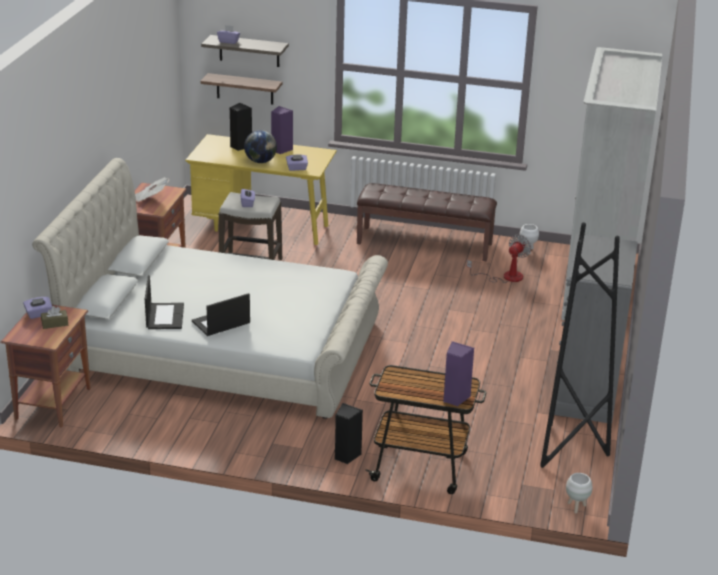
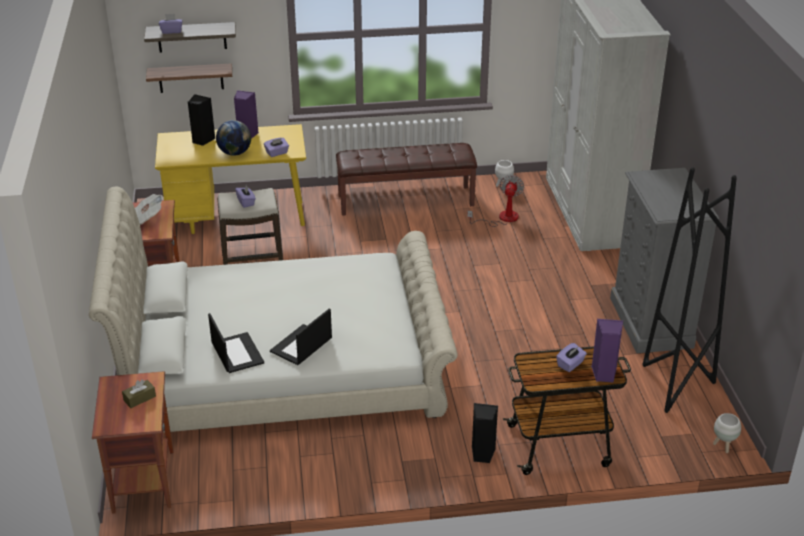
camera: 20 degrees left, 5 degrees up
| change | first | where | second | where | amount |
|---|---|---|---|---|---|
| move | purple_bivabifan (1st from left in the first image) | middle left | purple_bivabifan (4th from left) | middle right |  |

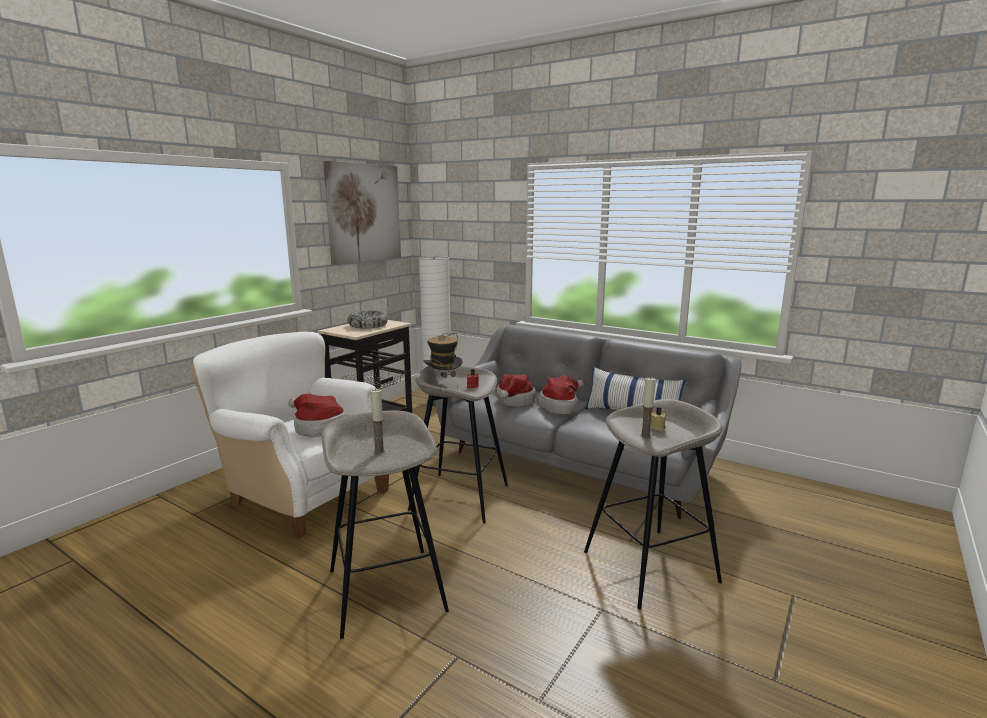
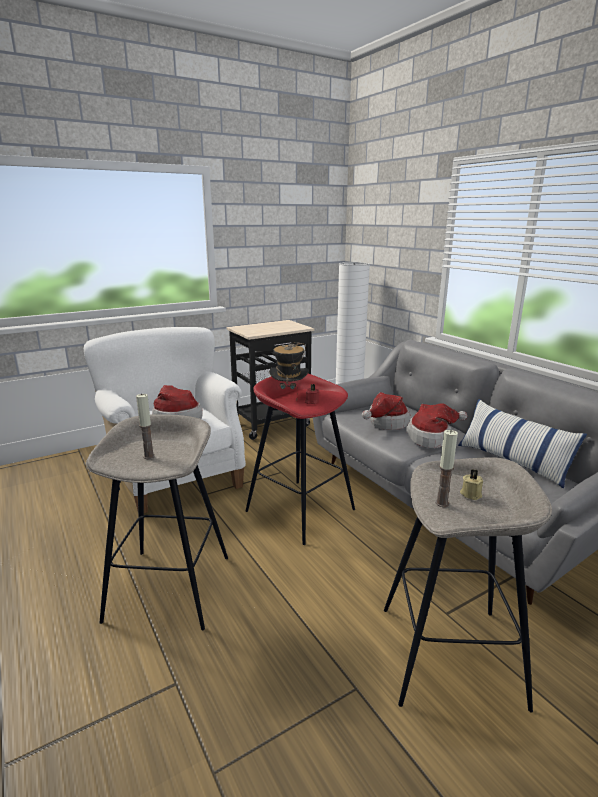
camera: 25 degrees right, 5 degrees up
| change | first | where | second | where | amount |
|---|---|---|---|---|---|
| recolor | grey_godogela (2nd from left) | centre | red_godogela | centre |  |
| delete | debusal | top centre |  |  |  |
| delete | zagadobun | centre |  |  |  |

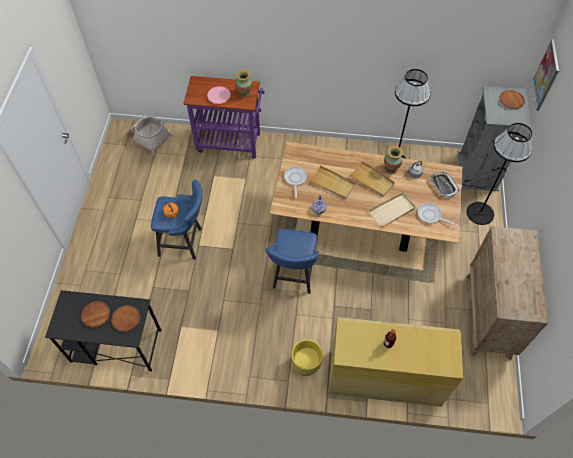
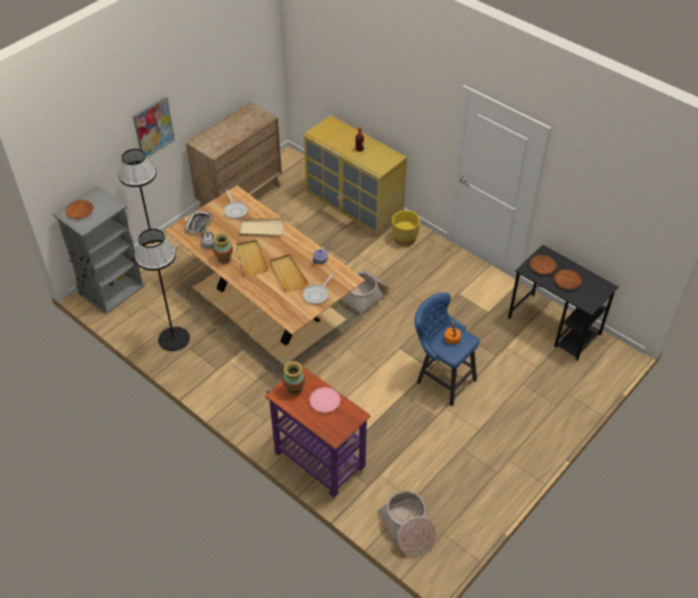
camera: 145 degrees left, 10 degrees down
| change | first | where | second | where | amount |
|---|---|---|---|---|---|
| move | debusal | top right |  | top left |  |
| replace | blue_godogela (2nd from left) | centre | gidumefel (1st from left) | centre |  |

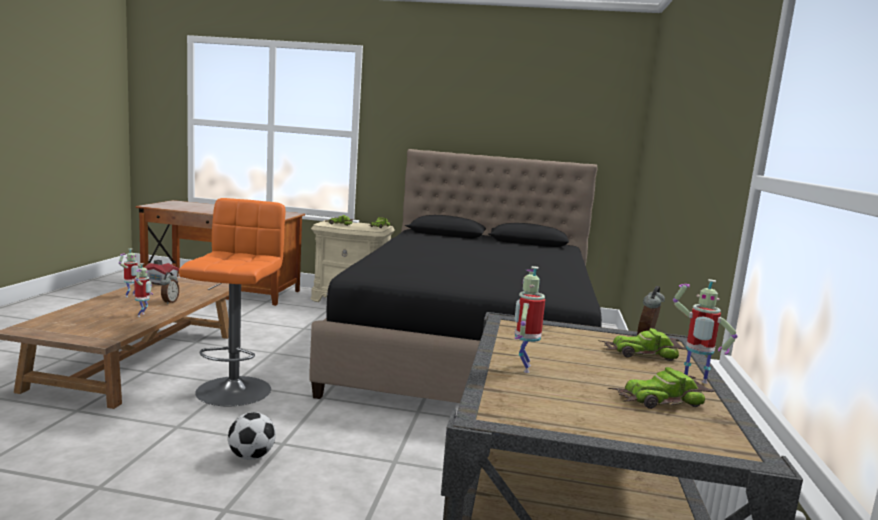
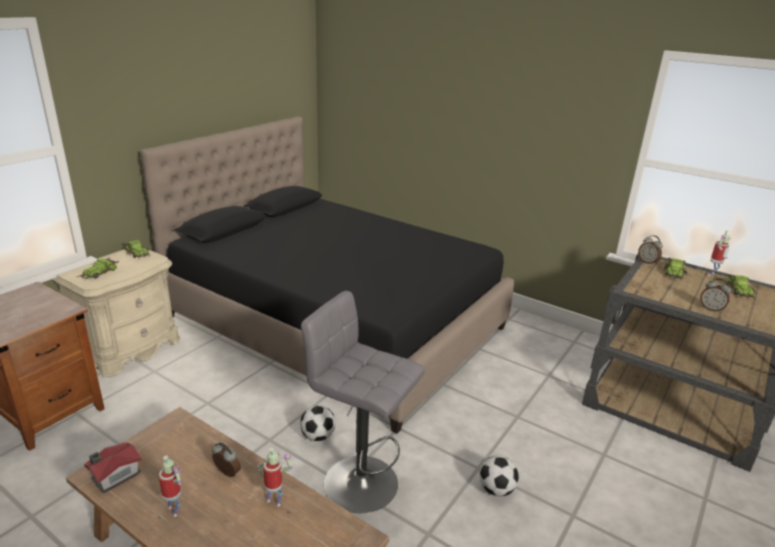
camera: 65 degrees left, 15 degrees up
| change | first | where | second | where | amount |
|---|---|---|---|---|---|
| insert |  |  | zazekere (1st from left) | bottom centre |  |
| recolor | orange_godogela | middle left | grey_godogela | bottom centre |  |
| replace | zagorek (3rd from left) | centre | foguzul (3rd from left) | middle right |  |

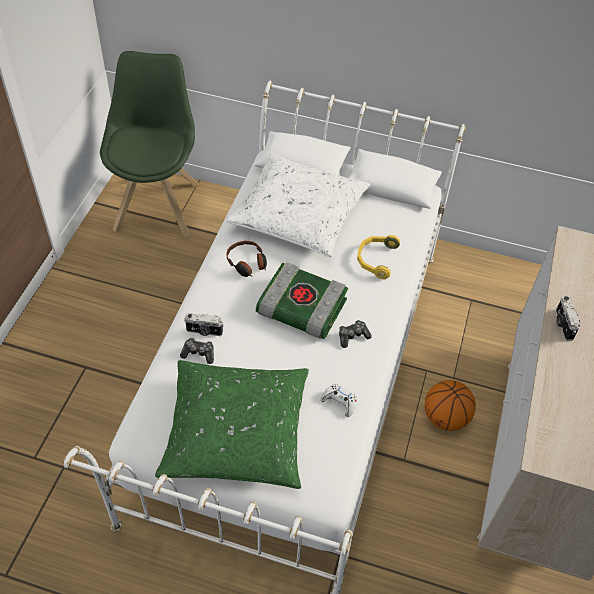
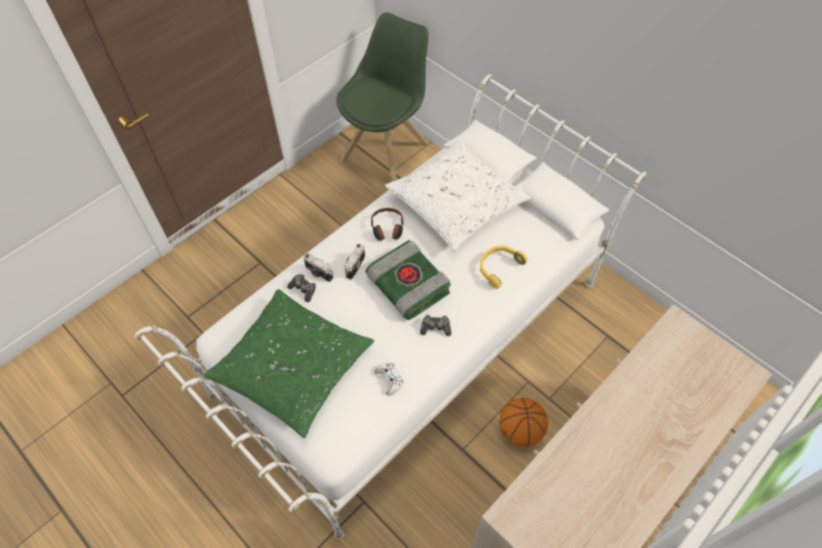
camera: 30 degrees right, 5 degrees up
| change | first | where | second | where | amount |
|---|---|---|---|---|---|
| move | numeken (2nd from left) | middle right |  | centre |  |

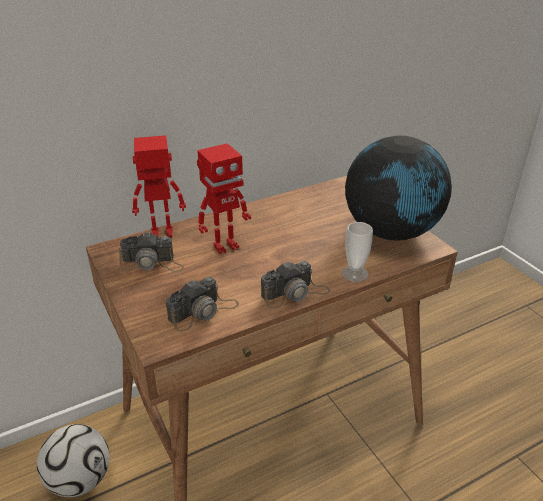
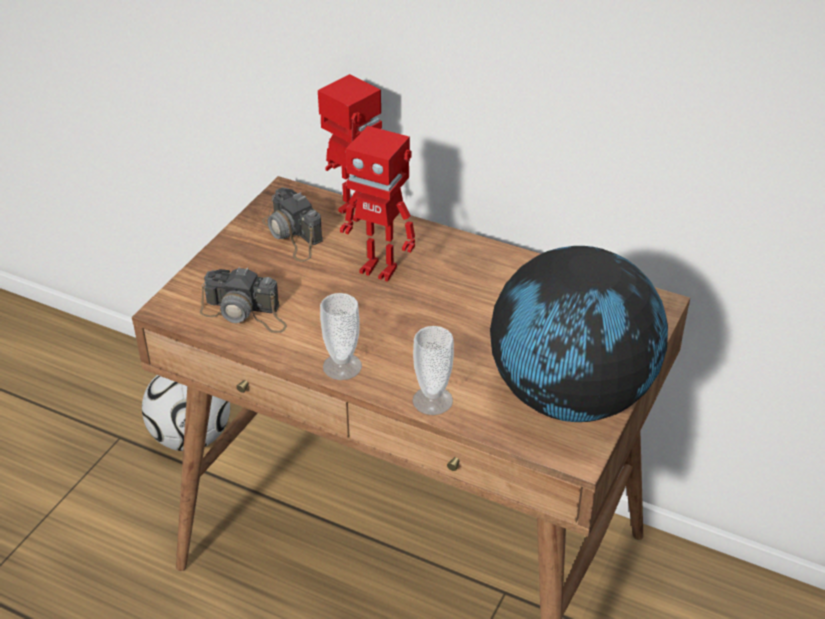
camera: 55 degrees right, 5 degrees up
| change | first | where | second | where | amount |
|---|---|---|---|---|---|
| replace | numeken (3rd from left) | centre | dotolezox (1st from left) | centre |  |

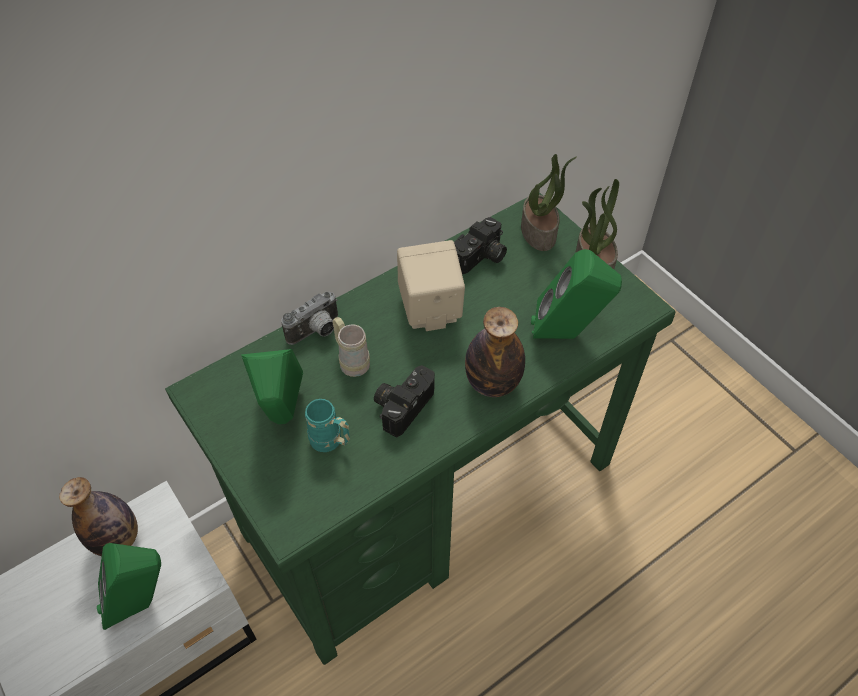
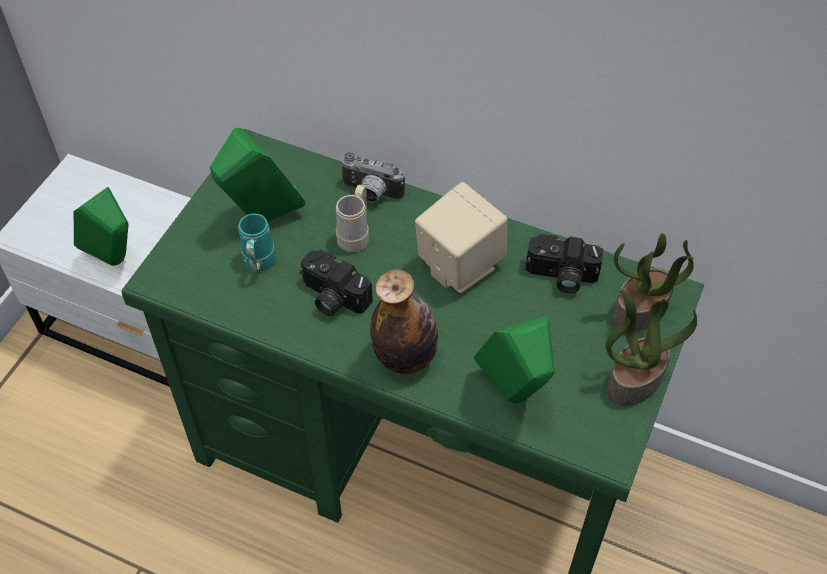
camera: 60 degrees right, 0 degrees up
| change | first | where | second | where | amount |
|---|---|---|---|---|---|
| rotate | numeken (2nd from left in the first image) | centre | numeken (1st from left) | centre | 150 degrees counterclockwise |
| delete | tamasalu (1st from left) | bottom left |  |  |  |

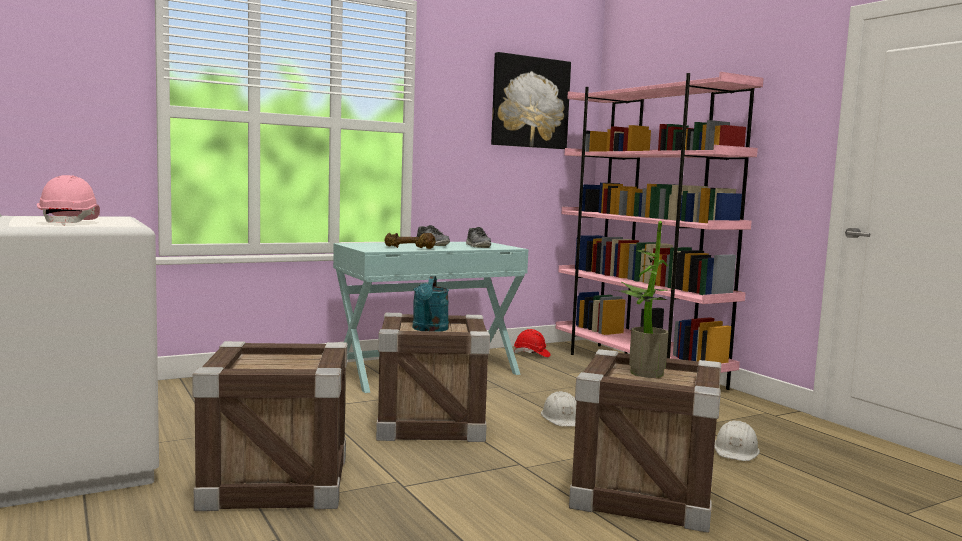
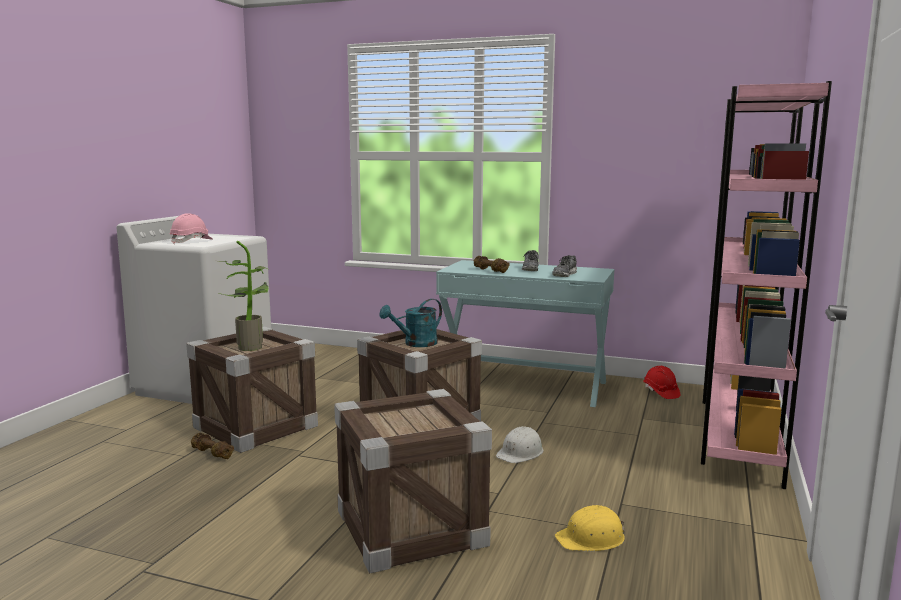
camera: 50 degrees right, 5 degrees up
| change | first | where | second | where | amount |
|---|---|---|---|---|---|
| insert |  |  | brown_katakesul (1st from left) | bottom left |  |
| move | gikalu | middle right |  | middle left |  |
| recolor | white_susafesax (2nd from left) | bottom right | yellow_susafesax | bottom centre |  |
| delete | debusal | top centre |  |  |  |

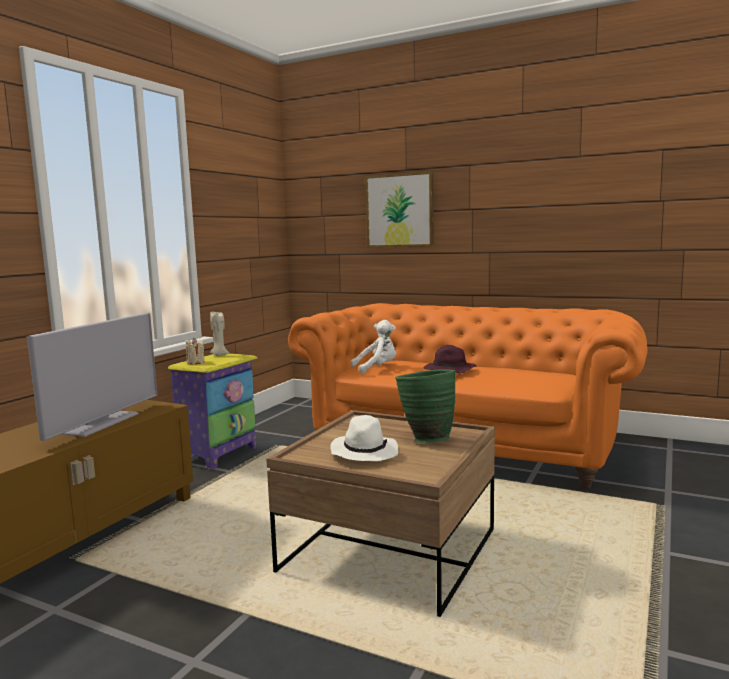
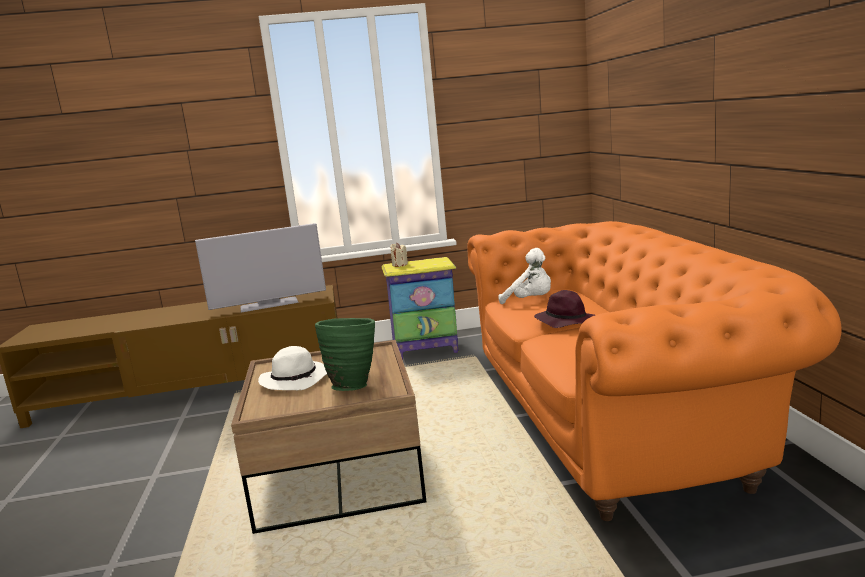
camera: 55 degrees right, 5 degrees up
| change | first | where | second | where | amount |
|---|---|---|---|---|---|
| delete | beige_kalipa (2nd from left) | middle left |  |  |  |
| delete | debusal | top centre |  |  |  |

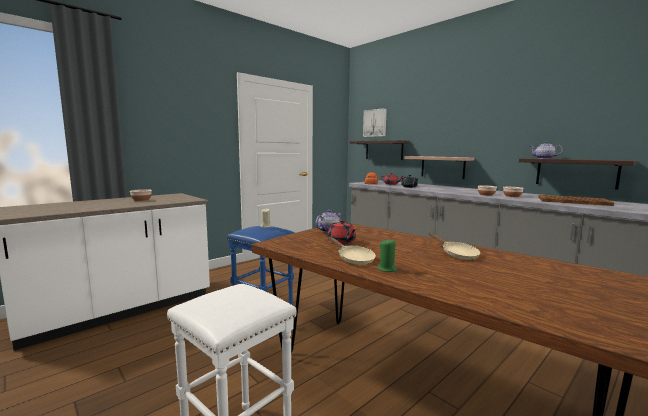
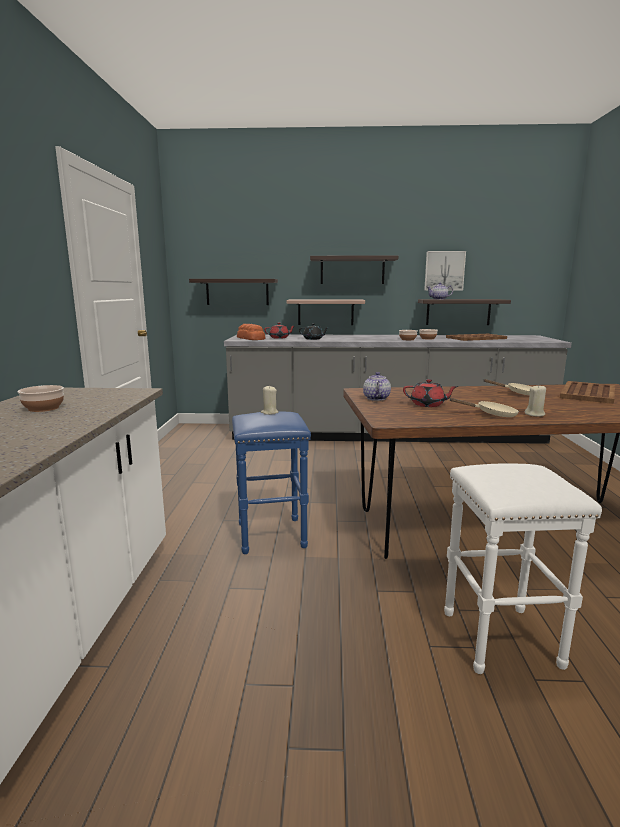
camera: 45 degrees left, 5 degrees up
| change | first | where | second | where | amount |
|---|---|---|---|---|---|
| insert |  |  | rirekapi (3rd from left) | top centre |  |
| move | debusal | top centre |  | top right |  |
| recolor | green_kalipa | centre | beige_kalipa (2nd from left) | middle right |  |
| insert |  |  | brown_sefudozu (2nd from left) | middle right |  |

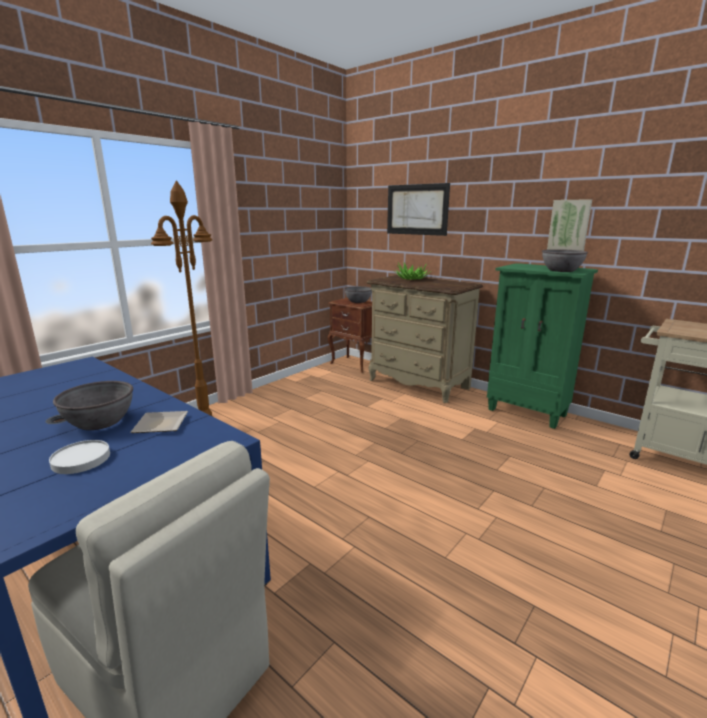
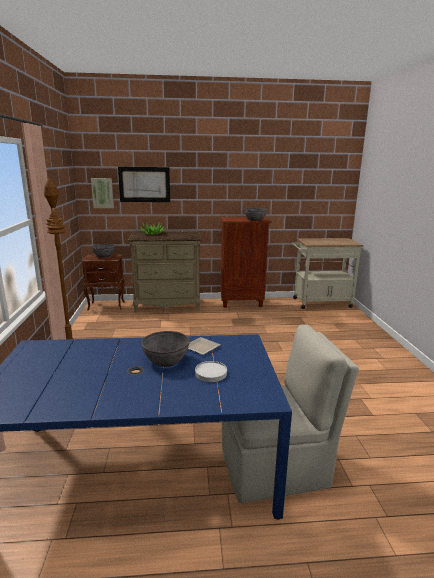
camera: 45 degrees left, 0 degrees up
| change | first | where | second | where | amount |
|---|---|---|---|---|---|
| move | debusal (2nd from left in the first image) | top right | debusal (1st from left) | middle left |  |
| recolor | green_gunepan | middle right | brown_gunepan | centre |  |

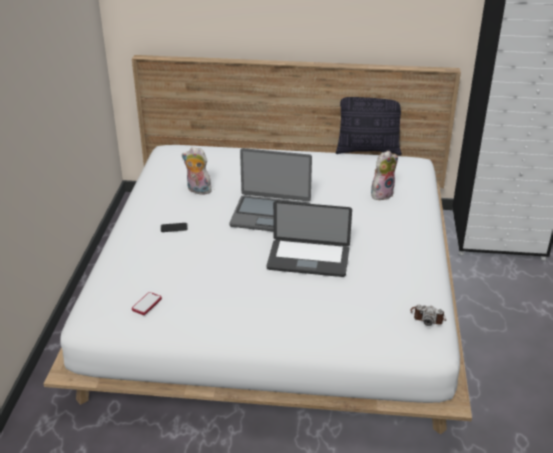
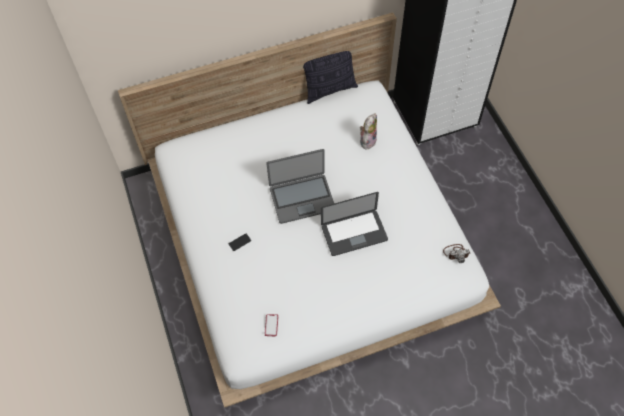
camera: 25 degrees left, 25 degrees up
| change | first | where | second | where | amount |
|---|---|---|---|---|---|
| delete | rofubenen (1st from left) | centre |  |  |  |

